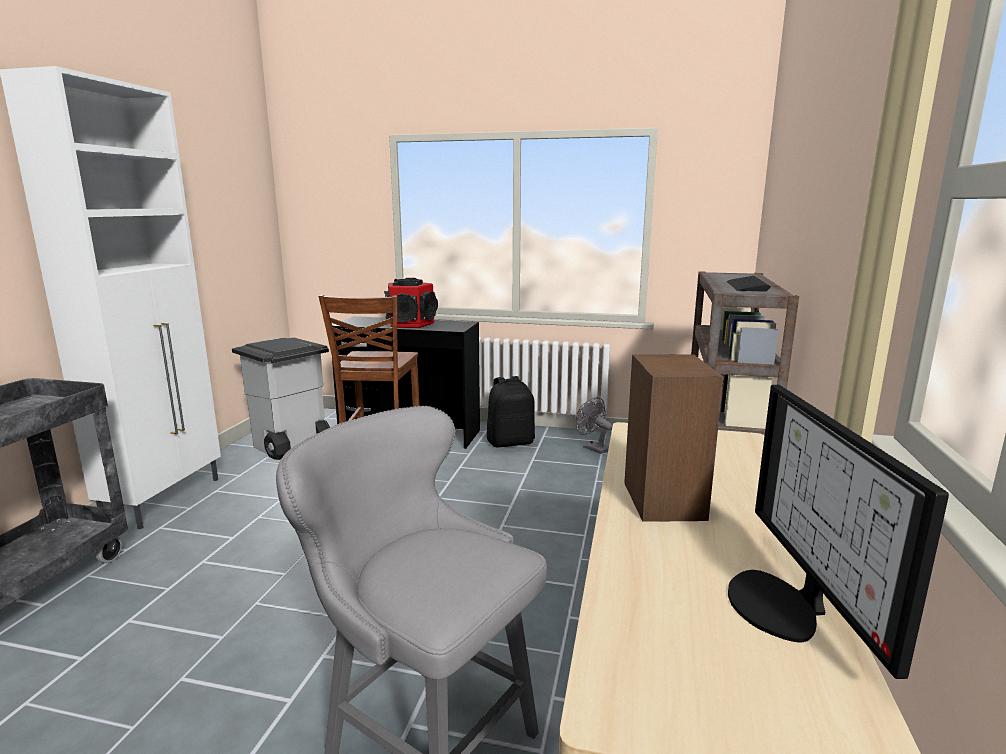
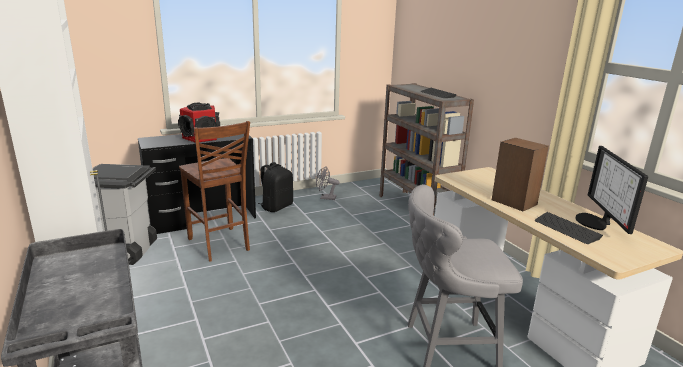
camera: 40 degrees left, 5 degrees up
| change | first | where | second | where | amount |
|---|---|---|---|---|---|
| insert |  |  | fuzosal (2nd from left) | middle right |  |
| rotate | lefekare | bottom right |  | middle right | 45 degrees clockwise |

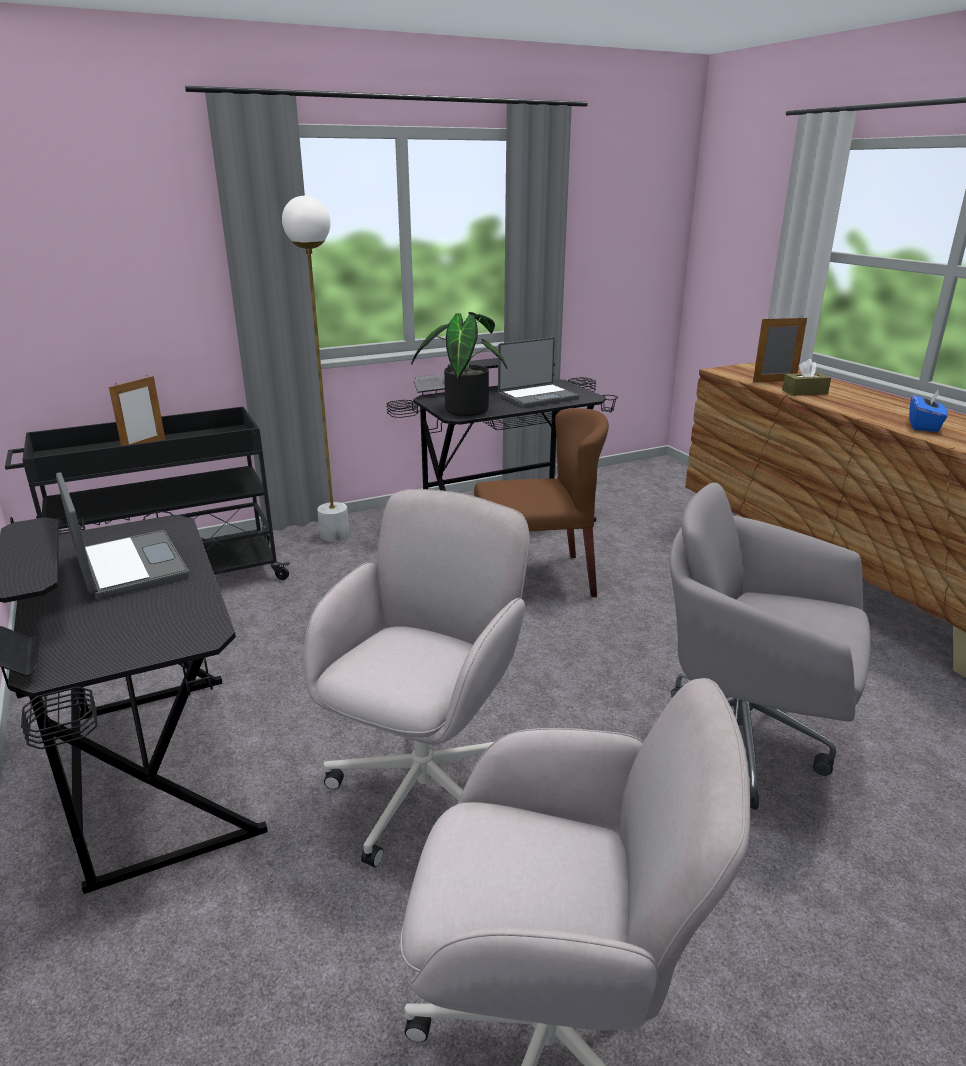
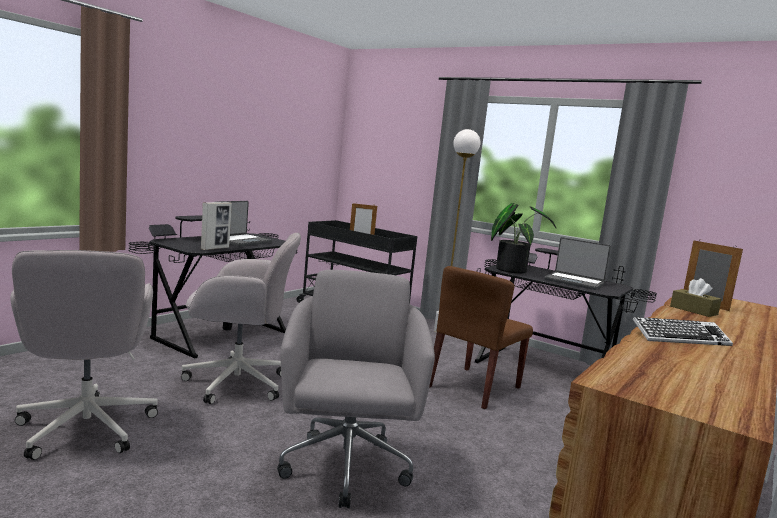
camera: 60 degrees right, 15 degrees down
| change | first | where | second | where | amount |
|---|---|---|---|---|---|
| insert |  |  | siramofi (1st from left) | middle left |  |
| rotate | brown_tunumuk | centre |  | centre | 75 degrees clockwise |
| replace | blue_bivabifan | middle right | fuzosal | middle right |  |

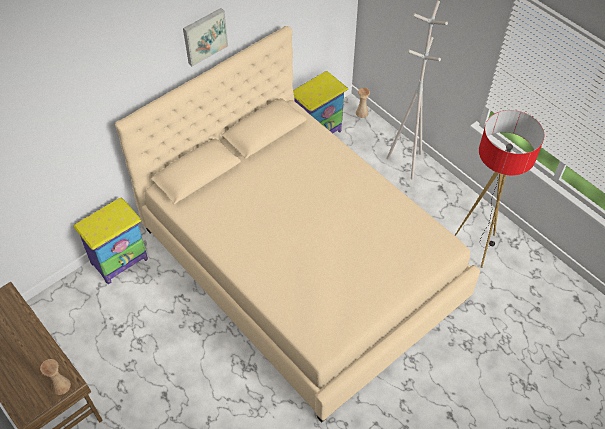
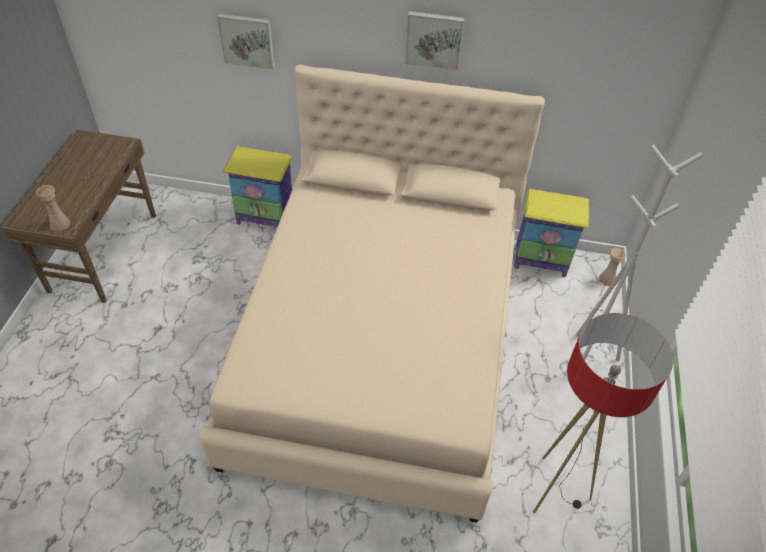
camera: 50 degrees right, 5 degrees down
| change | first | where | second | where | amount |
|---|---|---|---|---|---|
| insert |  |  | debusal (1st from left) | top left |  |

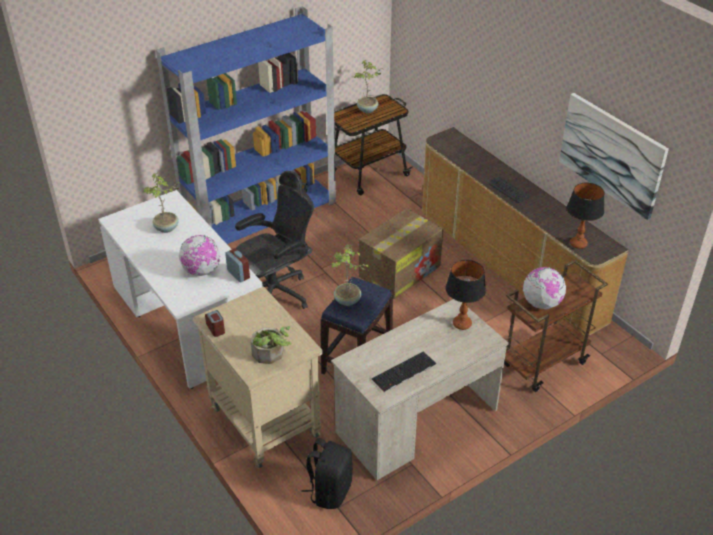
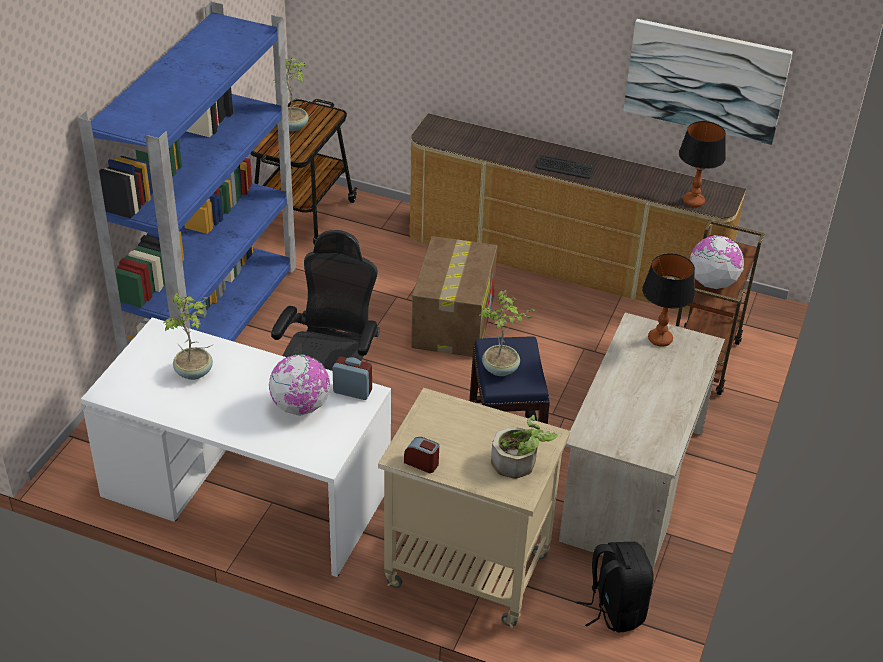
camera: 35 degrees left, 0 degrees up
| change | first | where | second | where | amount |
|---|---|---|---|---|---|
| delete | fuzosal (1st from left) | bottom centre |  |  |  |

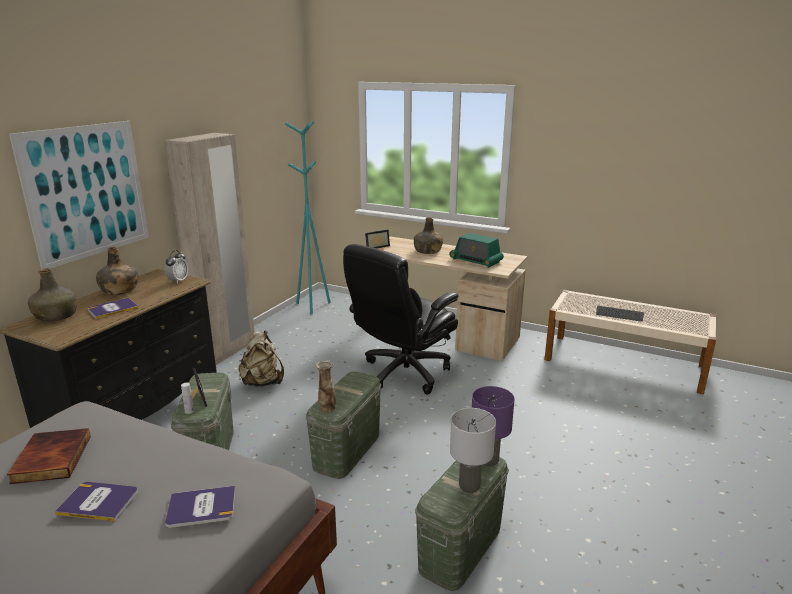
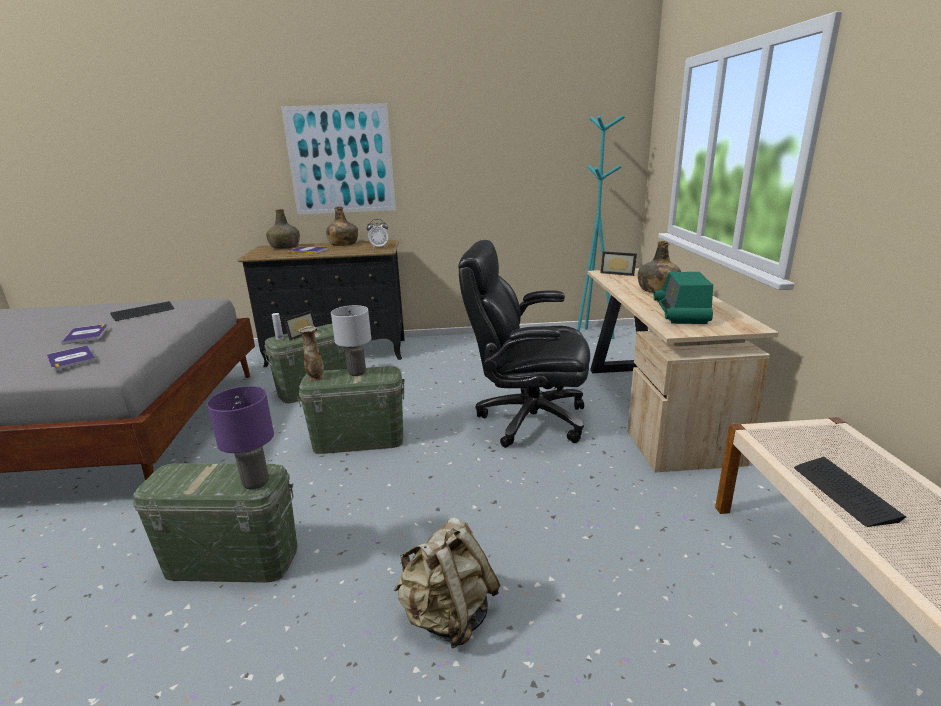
camera: 60 degrees right, 0 degrees up
| change | first | where | second | where | amount |
|---|---|---|---|---|---|
| replace | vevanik (1st from left) | bottom left | fuzosal (1st from left) | middle left |  |
| move | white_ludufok | bottom centre |  | centre |  |
| move | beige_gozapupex | middle left |  | bottom centre |  |
| delete | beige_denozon | middle left |  |  |  |

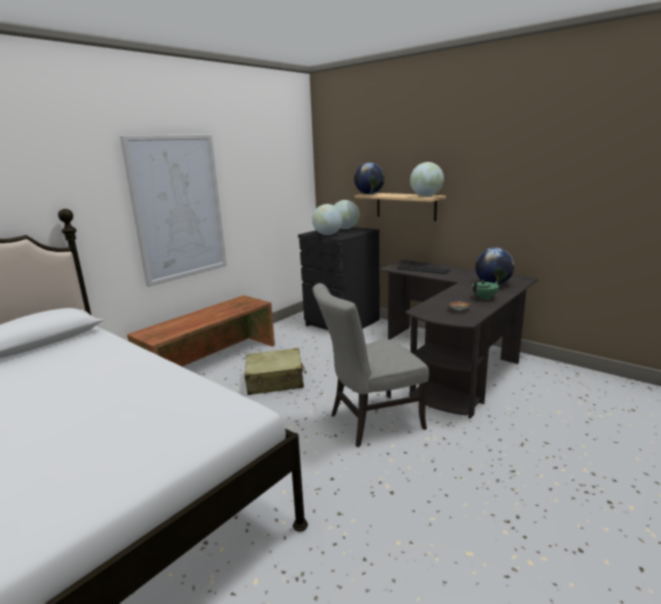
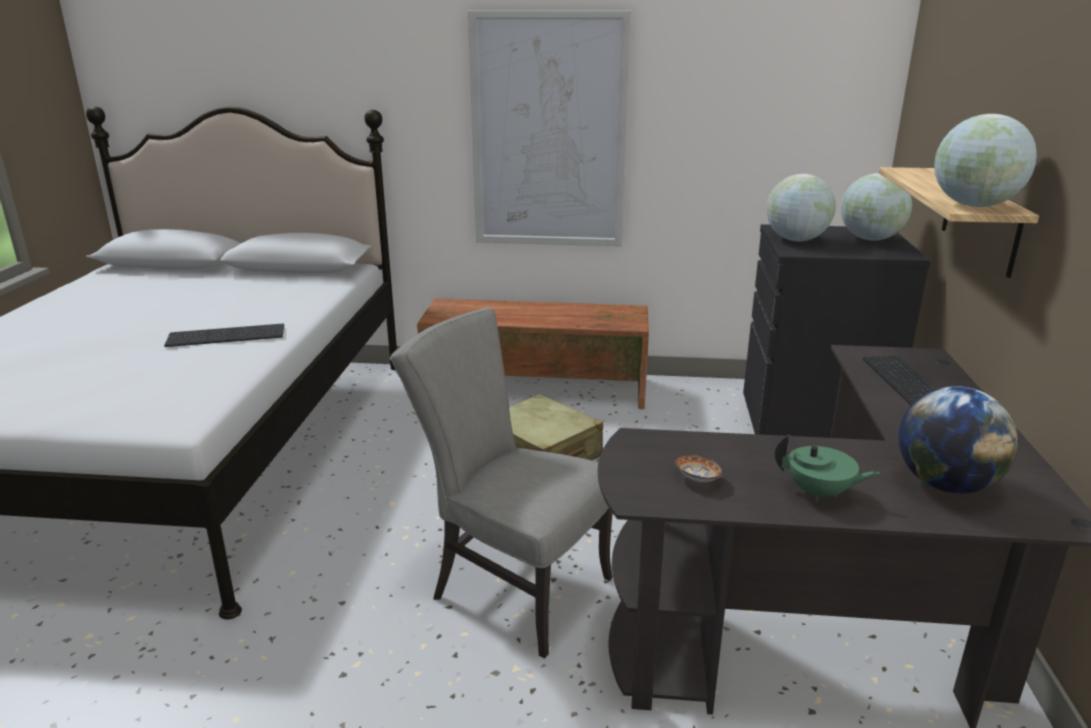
camera: 55 degrees right, 5 degrees up
| change | first | where | second | where | amount |
|---|---|---|---|---|---|
| insert |  |  | fuzosal (1st from left) | middle left |  |
| delete | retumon (3rd from left) | top centre |  |  |  |

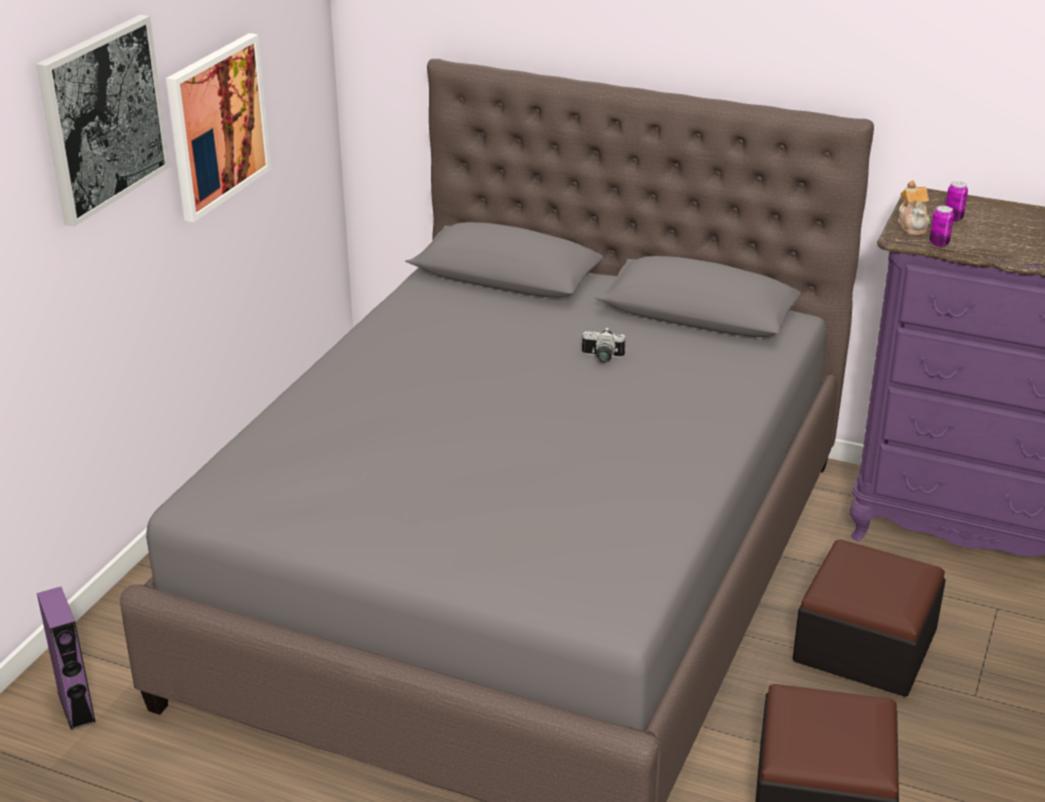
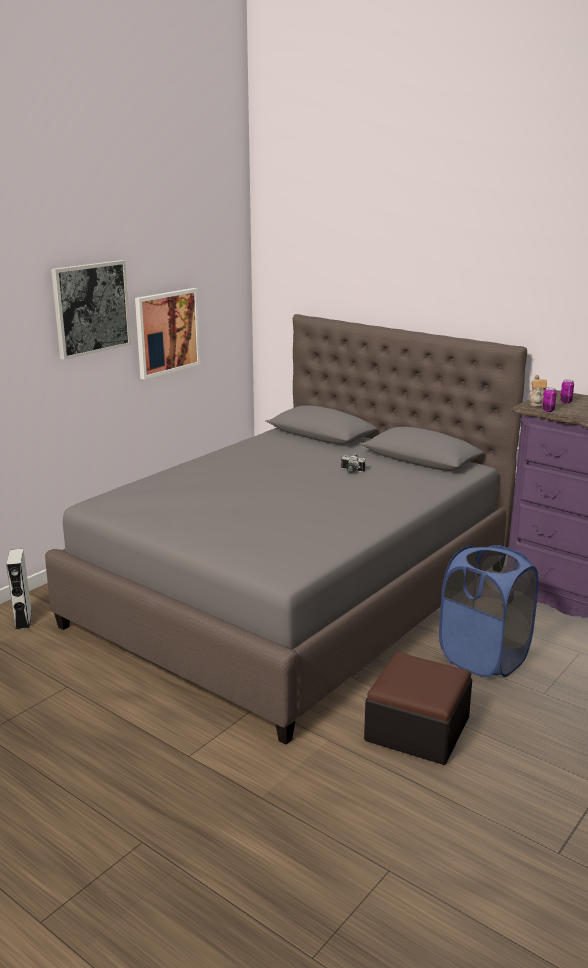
camera: 15 degrees right, 10 degrees down
| change | first | where | second | where | amount |
|---|---|---|---|---|---|
| recolor | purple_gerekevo | bottom left | grey_gerekevo | middle left |  |
| replace | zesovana (2nd from left) | bottom right | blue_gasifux | middle right |  |

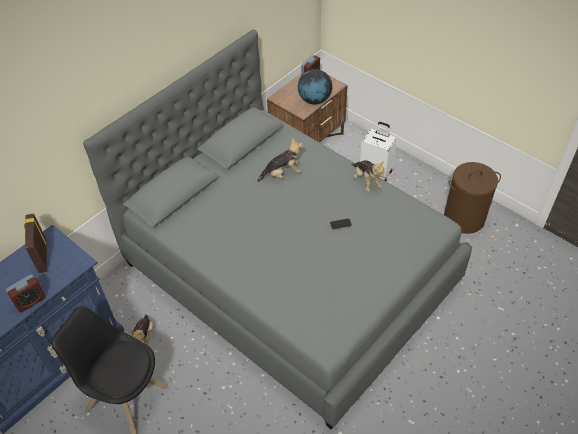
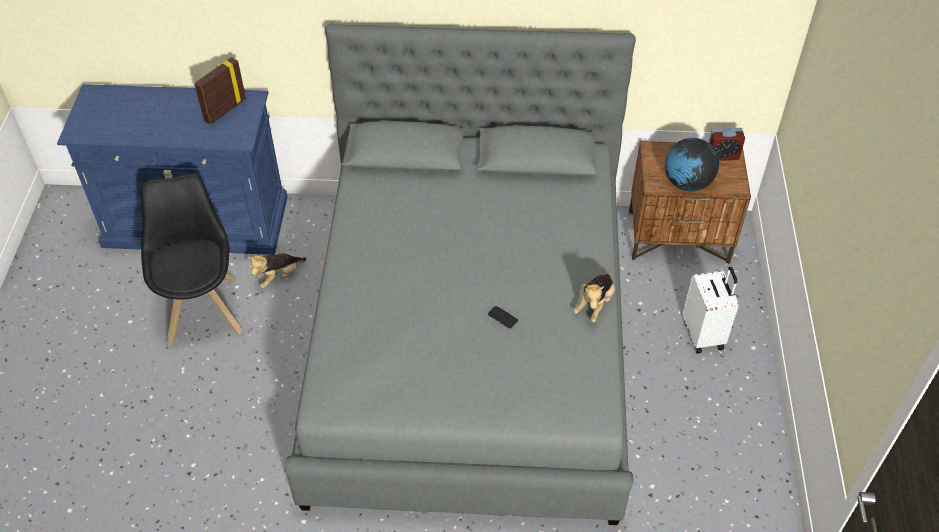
camera: 50 degrees right, 0 degrees up
| change | first | where | second | where | amount |
|---|---|---|---|---|---|
| delete | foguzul (1st from left) | bottom left |  |  |  |
| delete | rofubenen (2nd from left) | centre |  |  |  |
| delete | brown_gasifux | middle right |  |  |  |

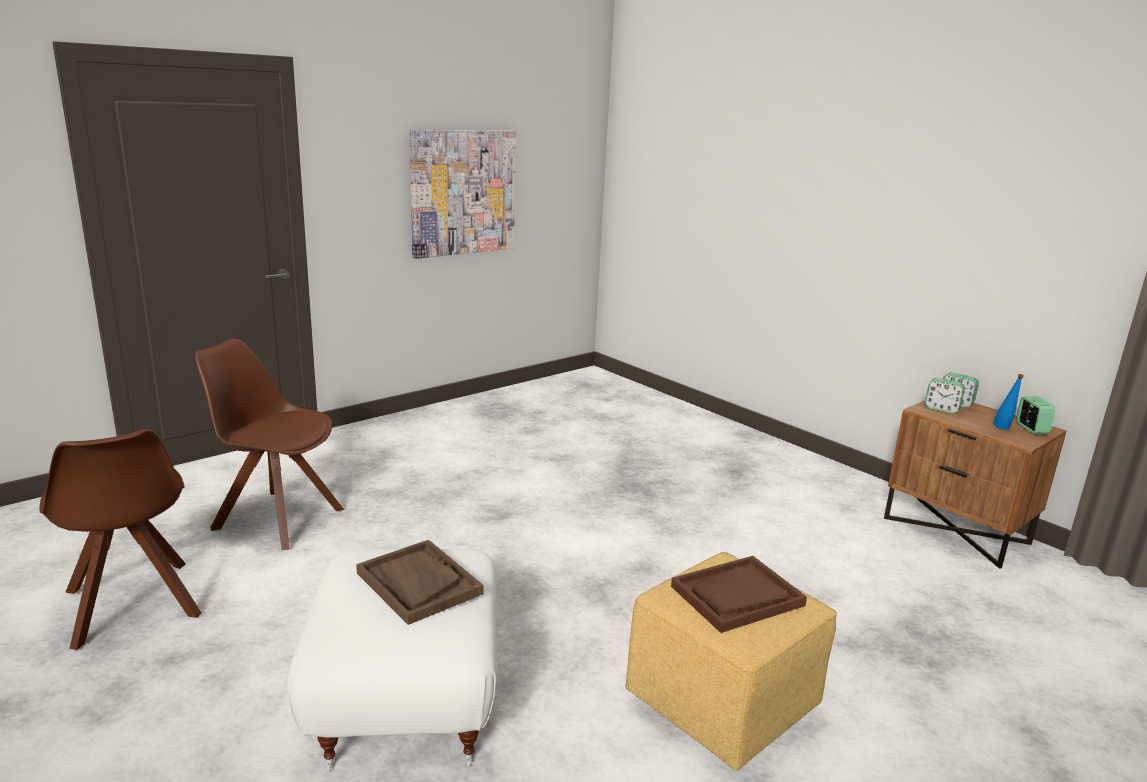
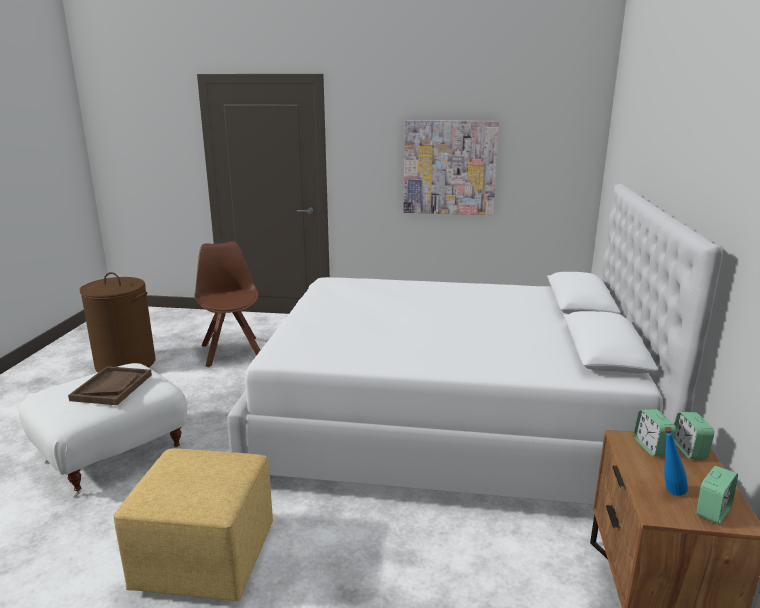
camera: 50 degrees right, 0 degrees up
| change | first | where | second | where | amount |
|---|---|---|---|---|---|
| replace | brown_tunumuk (1st from left) | bottom left | brown_gasifux | middle left |  |
| insert |  |  | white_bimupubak | centre |  |
| delete | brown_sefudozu (2nd from left) | bottom centre |  |  |  |

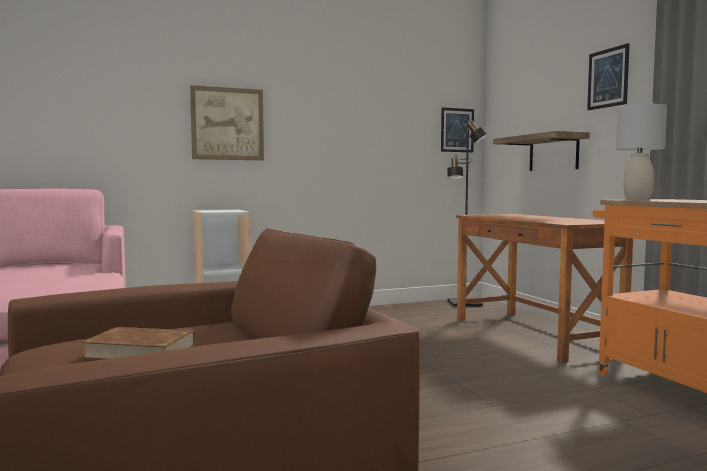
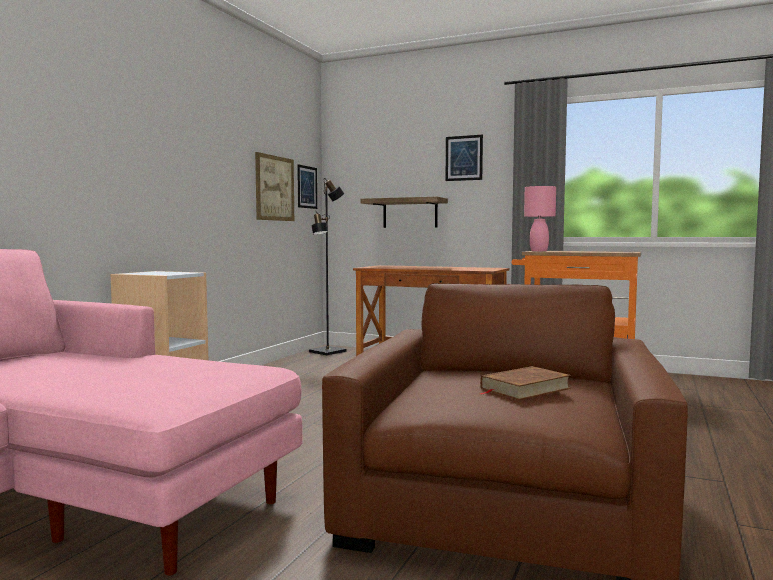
camera: 45 degrees left, 0 degrees up
| change | first | where | second | where | amount |
|---|---|---|---|---|---|
| move | debusal (1st from left) | top left |  | top centre |  |
| recolor | grey_ludufok | top right | pink_ludufok | middle right |  |

